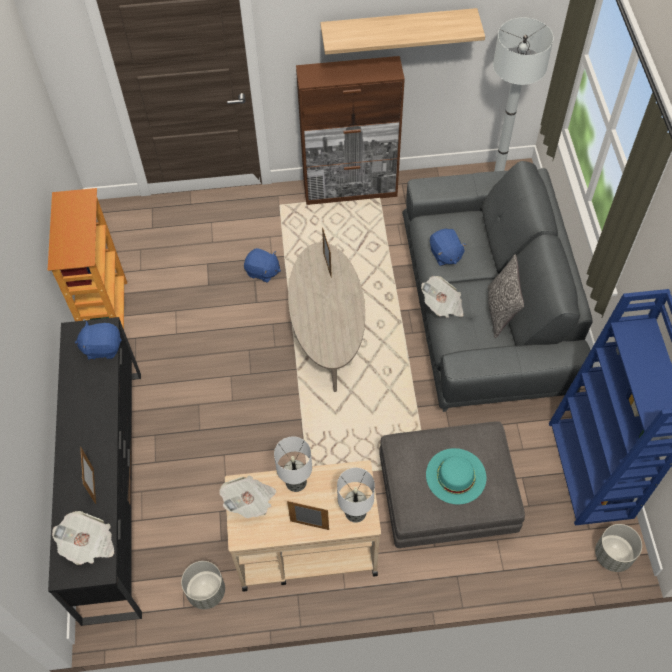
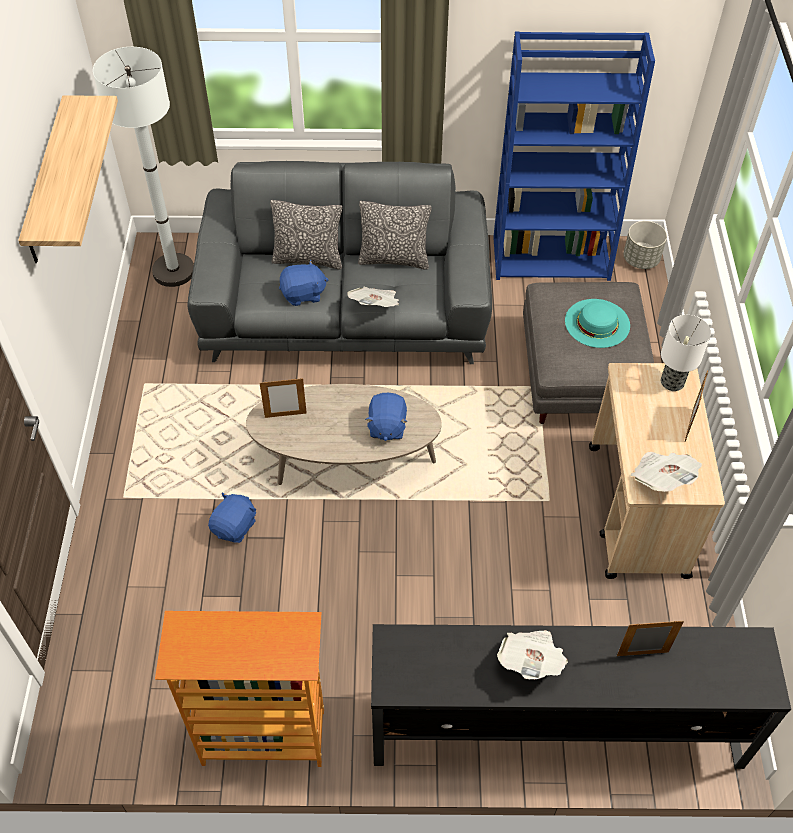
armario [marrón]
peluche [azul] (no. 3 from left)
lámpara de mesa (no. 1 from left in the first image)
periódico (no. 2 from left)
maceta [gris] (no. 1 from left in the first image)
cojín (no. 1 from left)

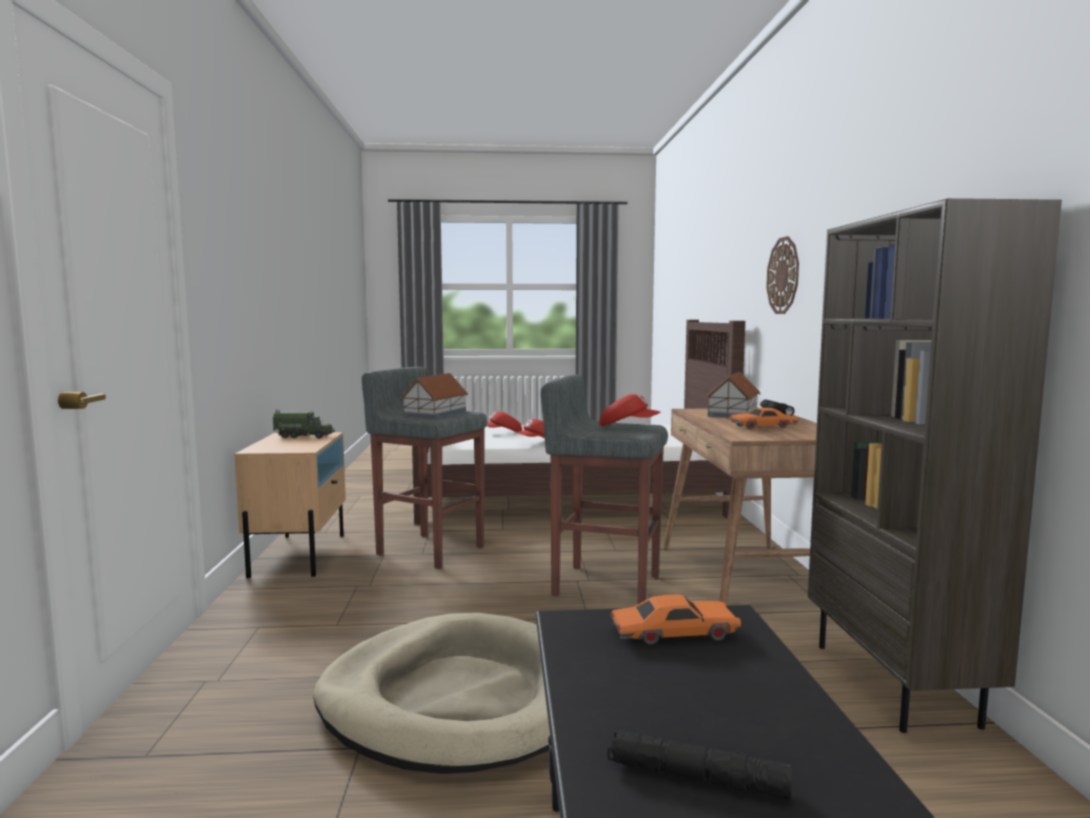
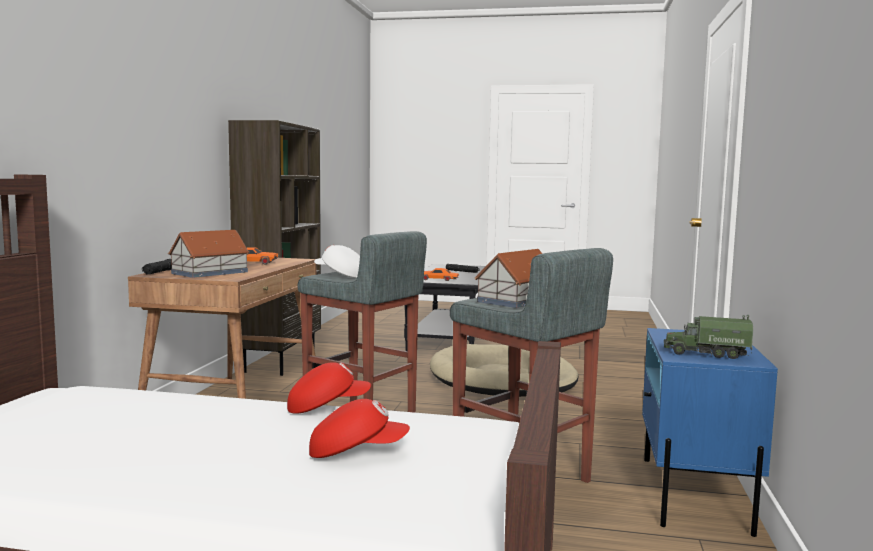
reloj de pared
gorra [blanco]
mesita de noche [azul]

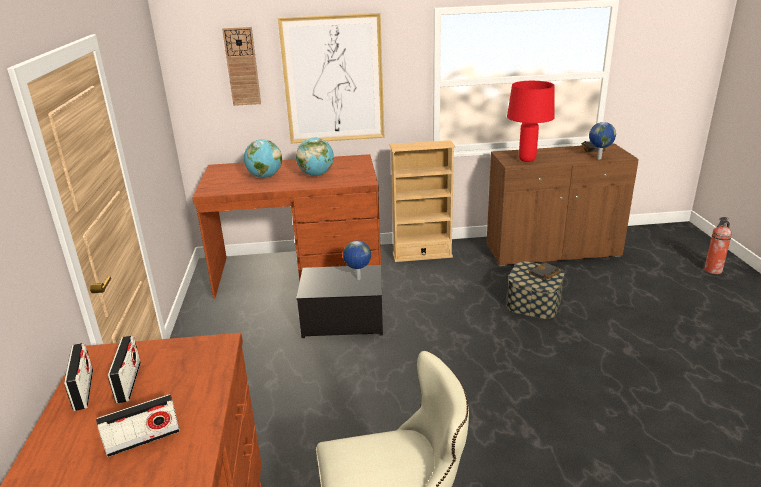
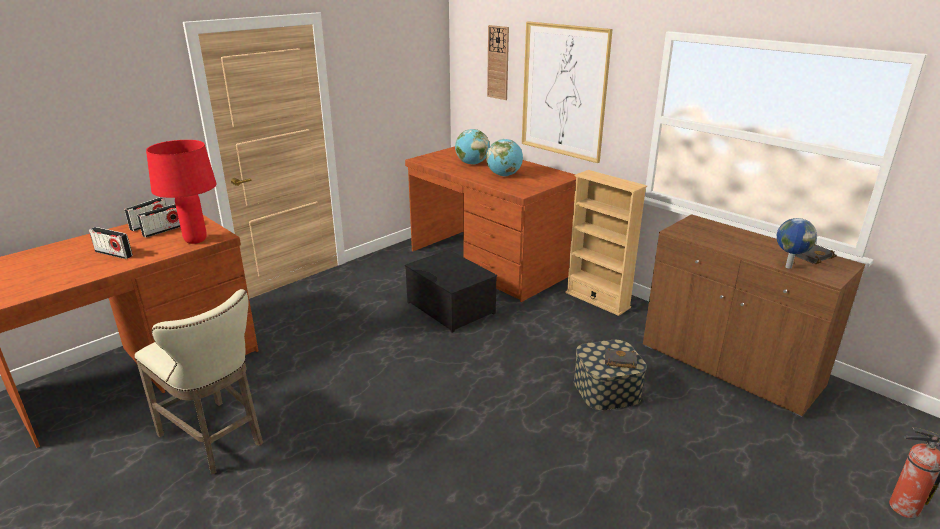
lámpara de mesa [rojo]
globo terráqueo (no. 3 from left in the first image)

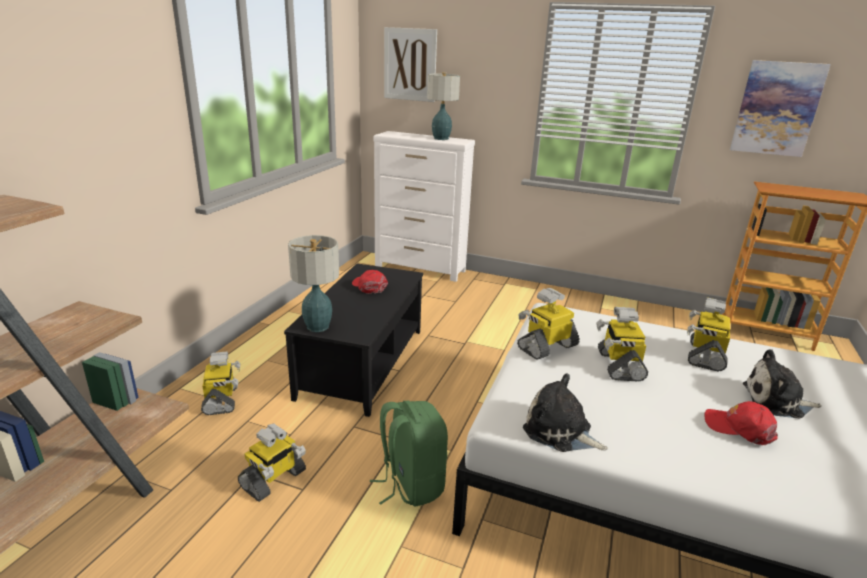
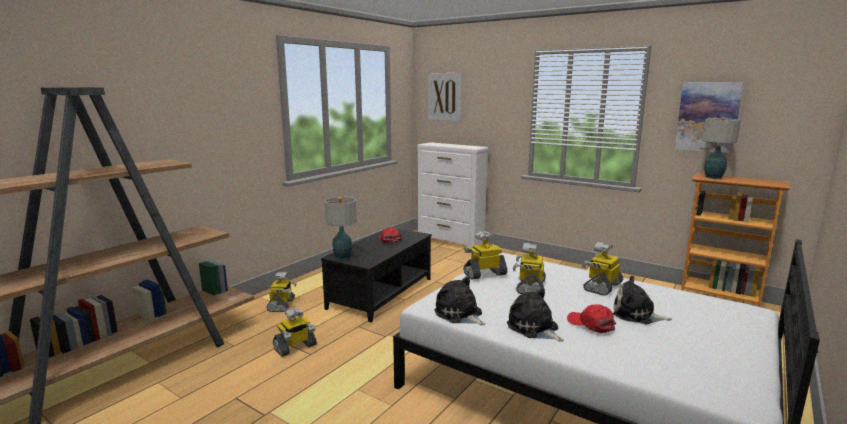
lámpara de mesa (no. 2 from left)
mochila [verde]
peluche (no. 2 from left)

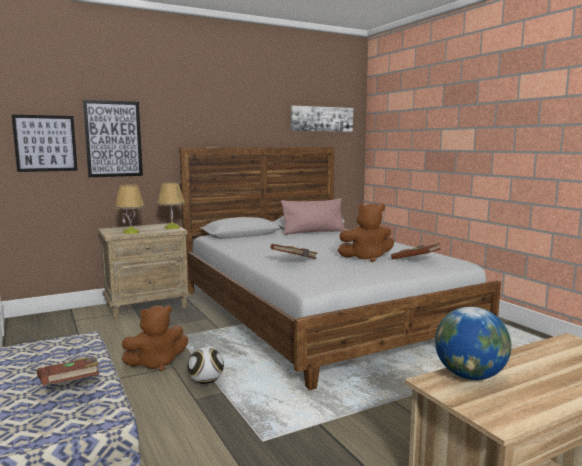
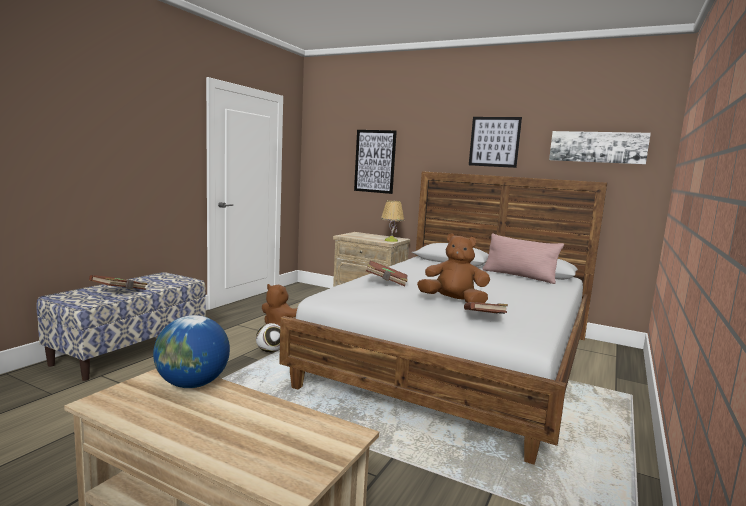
cuadro (no. 2 from left)
lámpara de mesa (no. 1 from left in the first image)
peluche [marrón] (no. 2 from left)

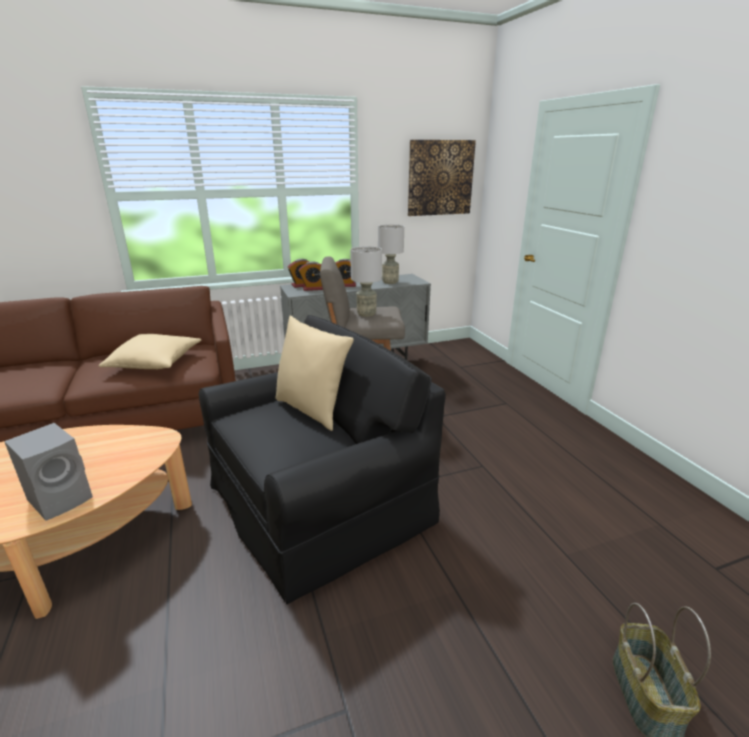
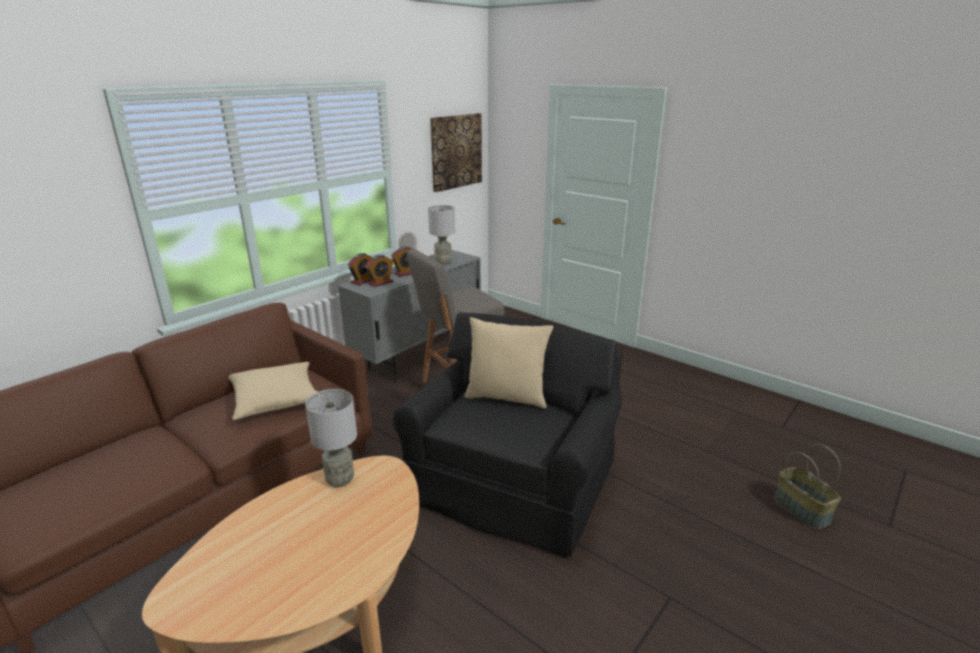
lámpara de mesa [gris] (no. 1 from left)
altavoz [gris]

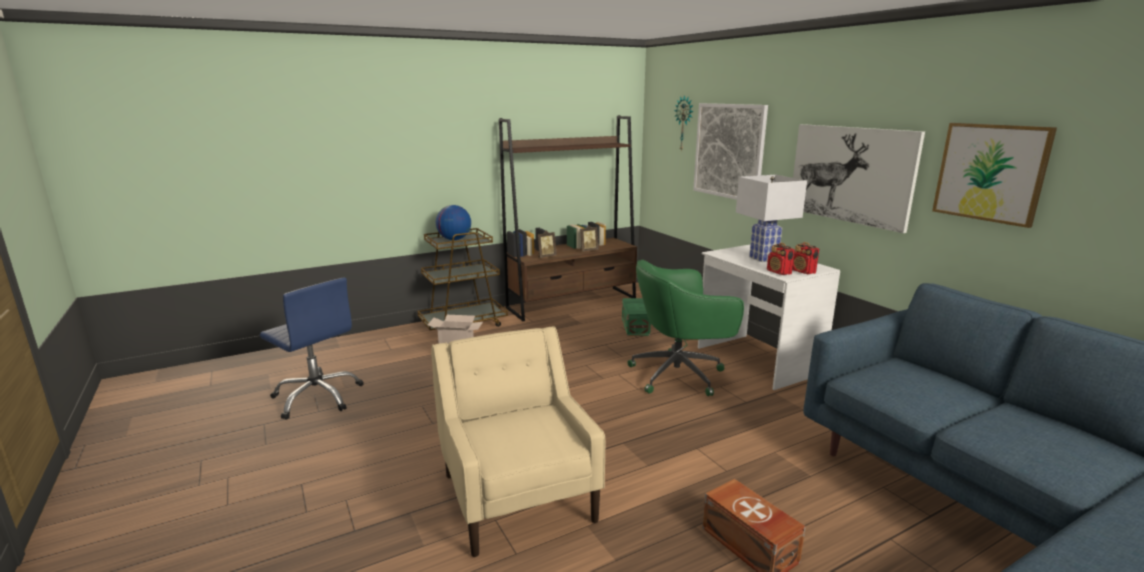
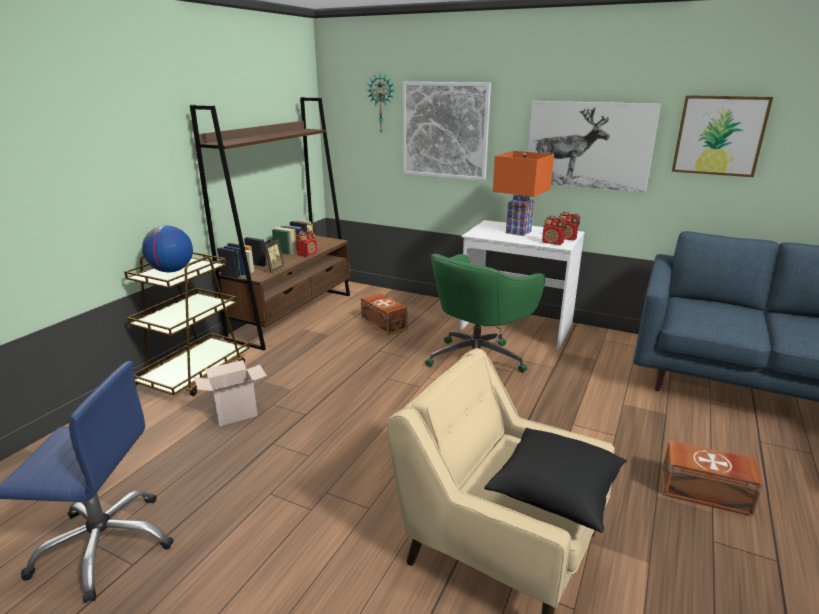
lámpara de mesa [naranja]
radio (no. 1 from left)
caja de almacenaje [marrón] (no. 1 from left)
cojín [negro]

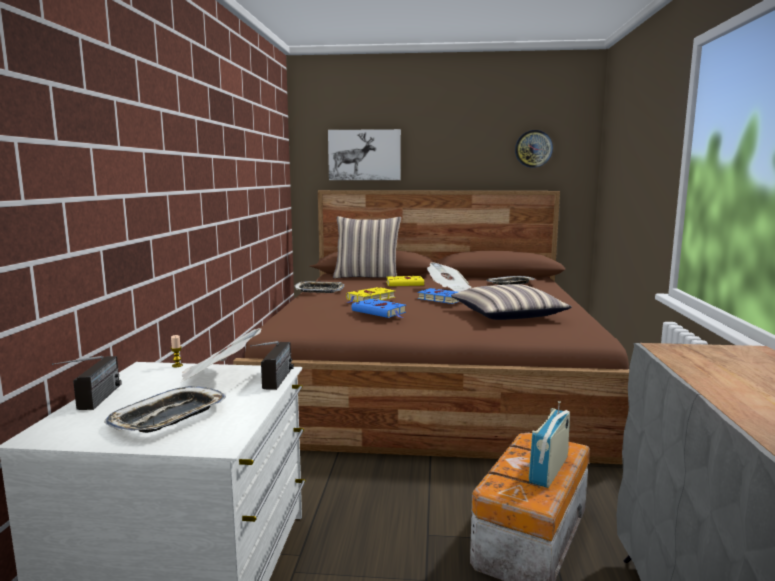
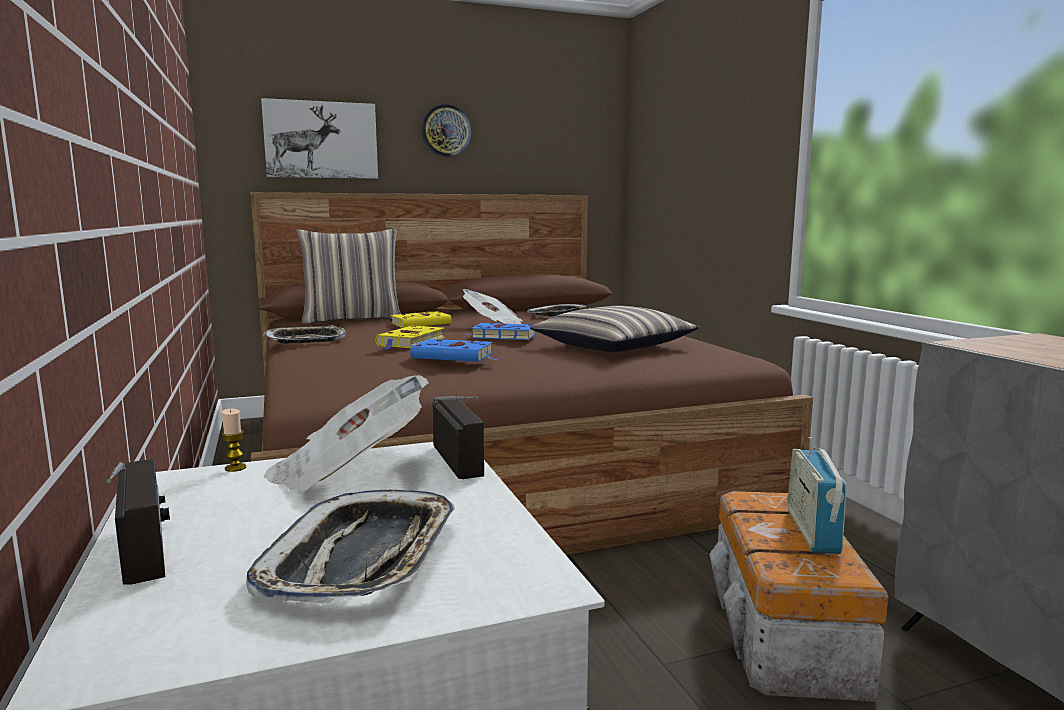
reloj de pared

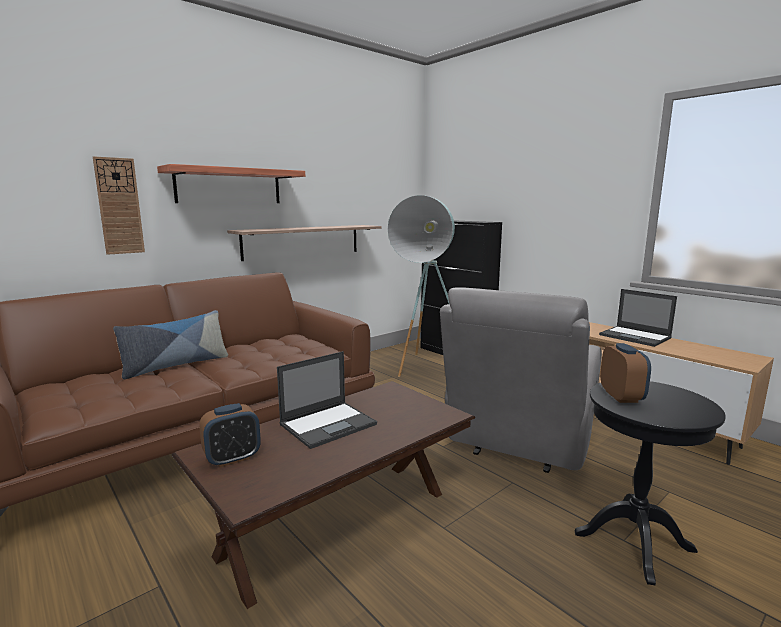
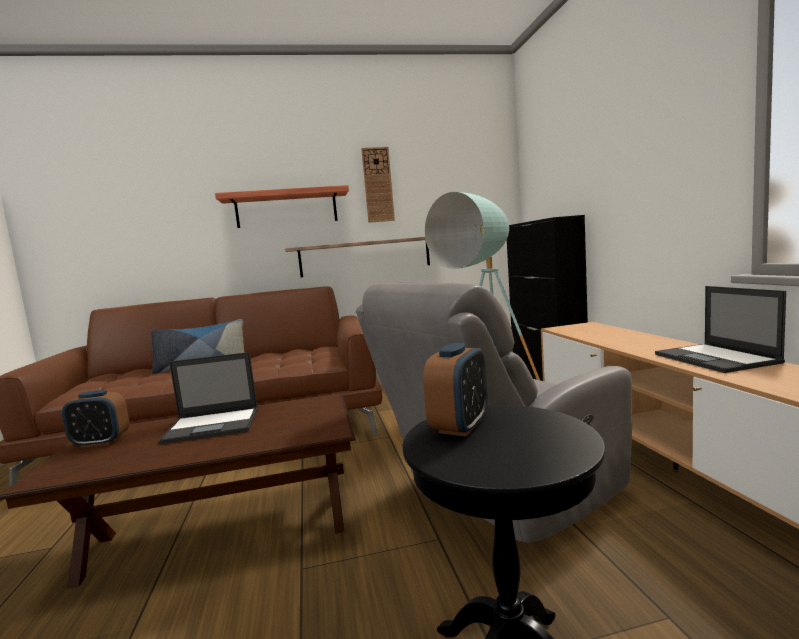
reloj de pared

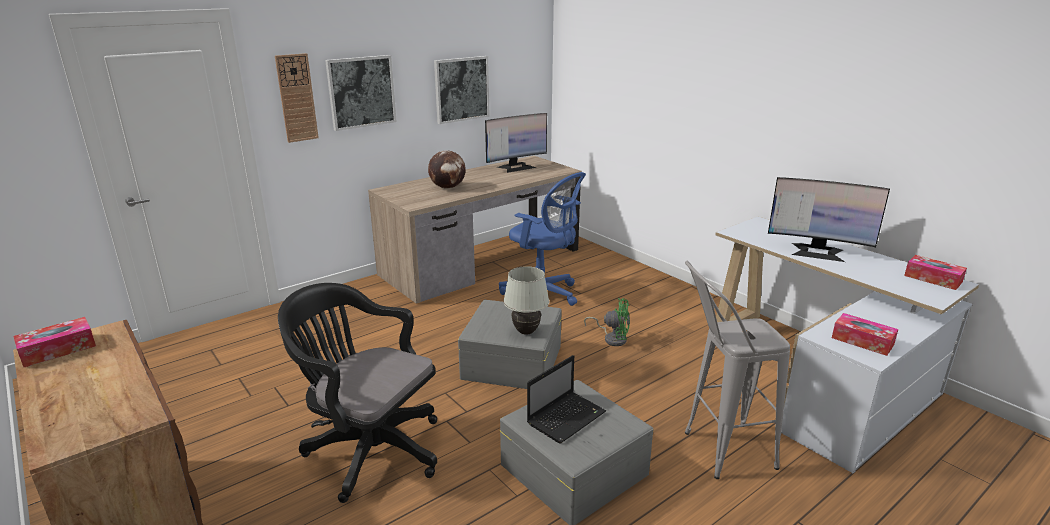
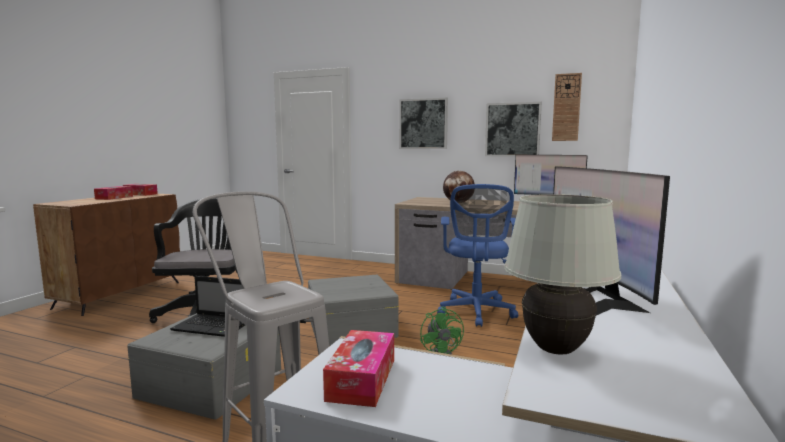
reloj de pared
caja de pañuelos (no. 1 from left)
lámpara de mesa [blanco]

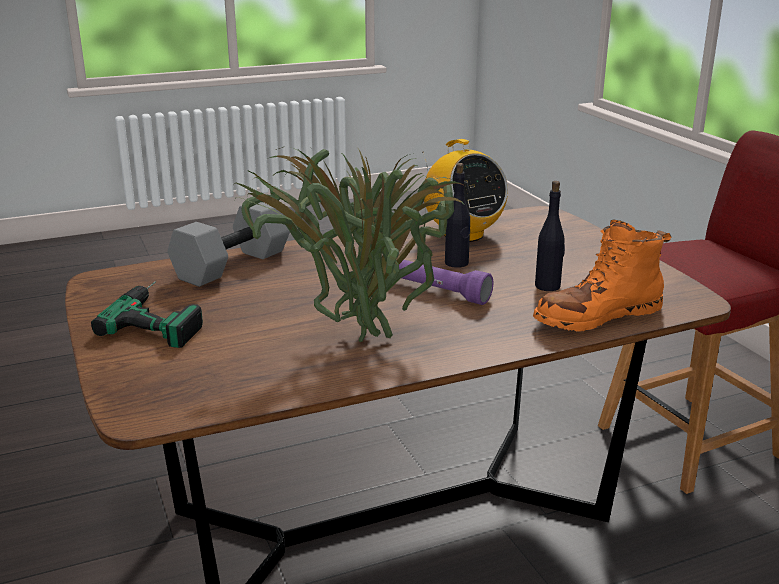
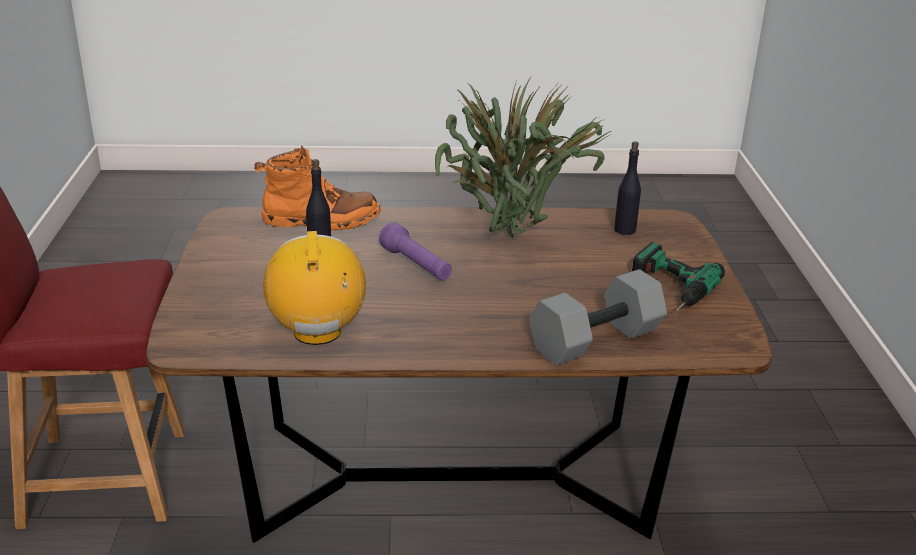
botella [negro] (no. 2 from left)

